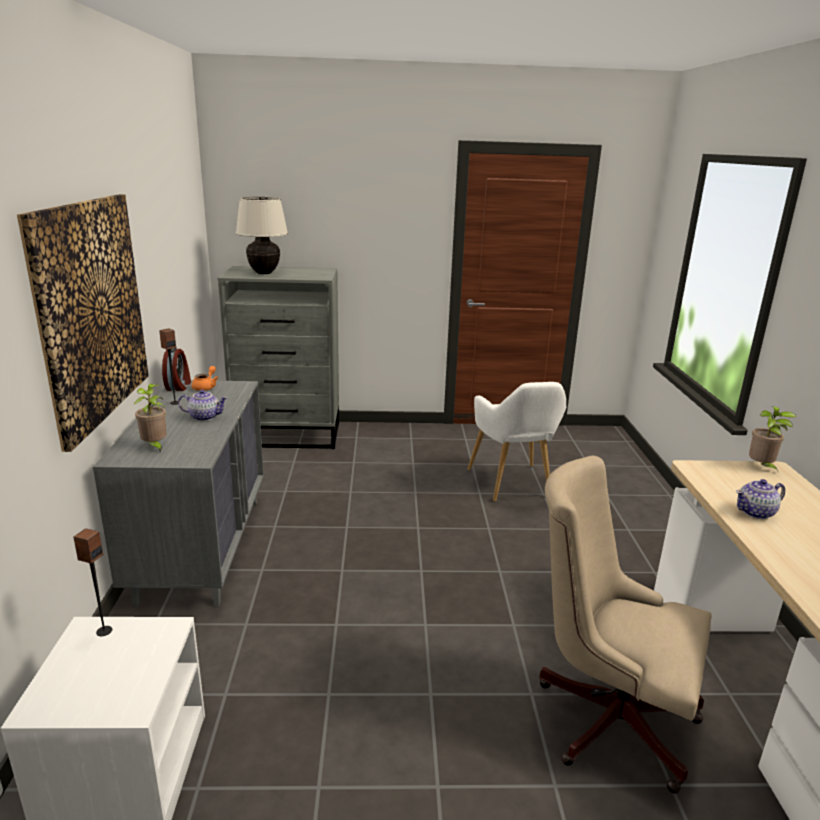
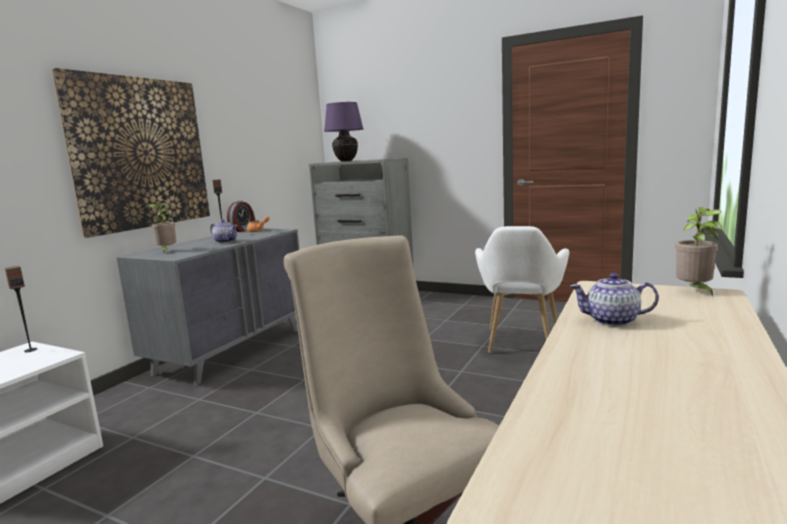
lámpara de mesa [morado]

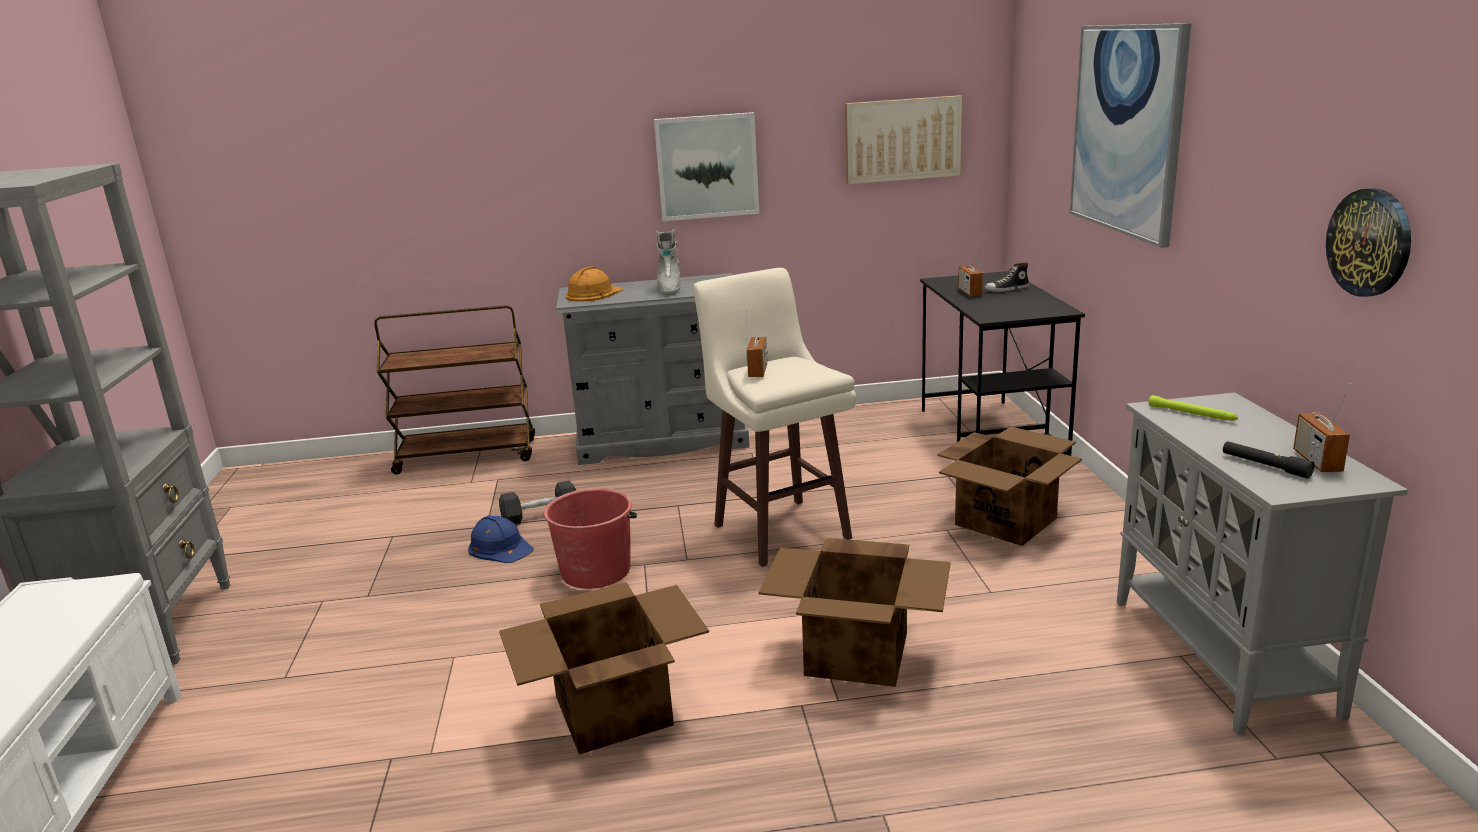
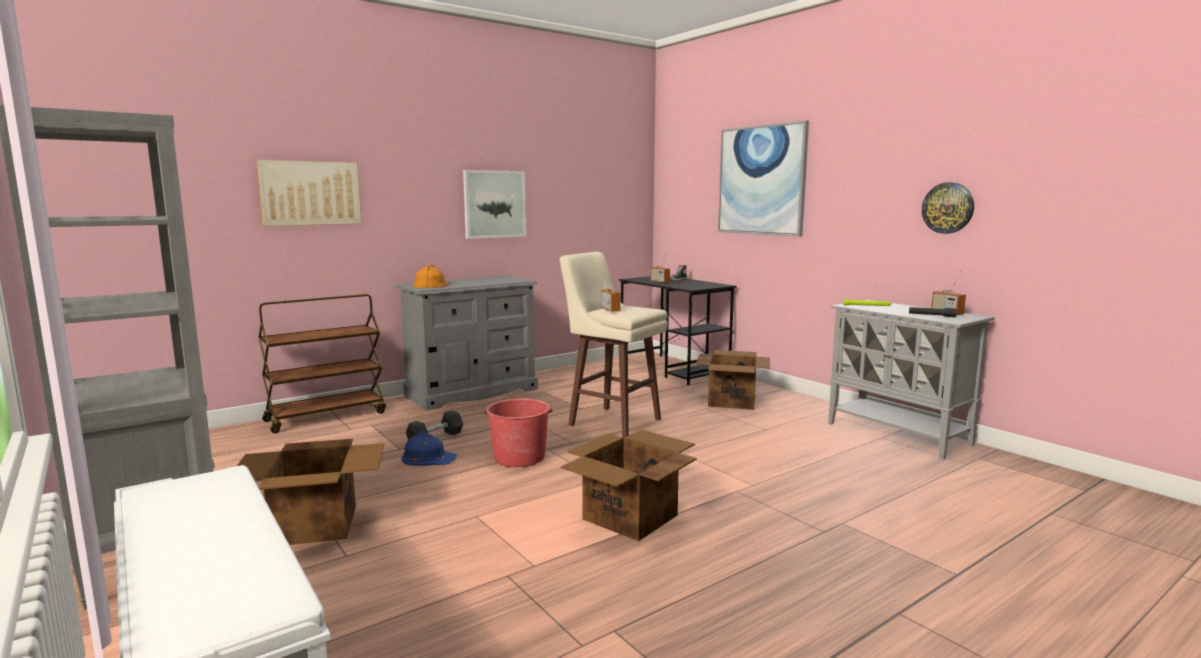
cuadro (no. 1 from left)
bota [gris]
caja de cartón (no. 1 from left)

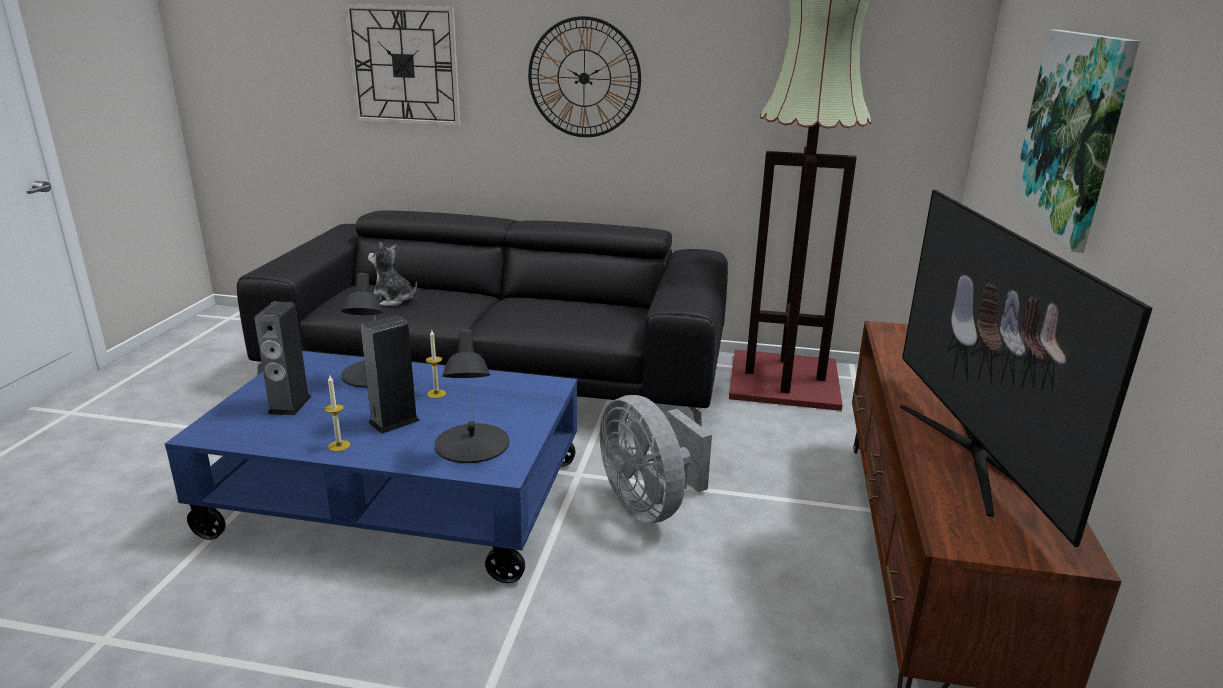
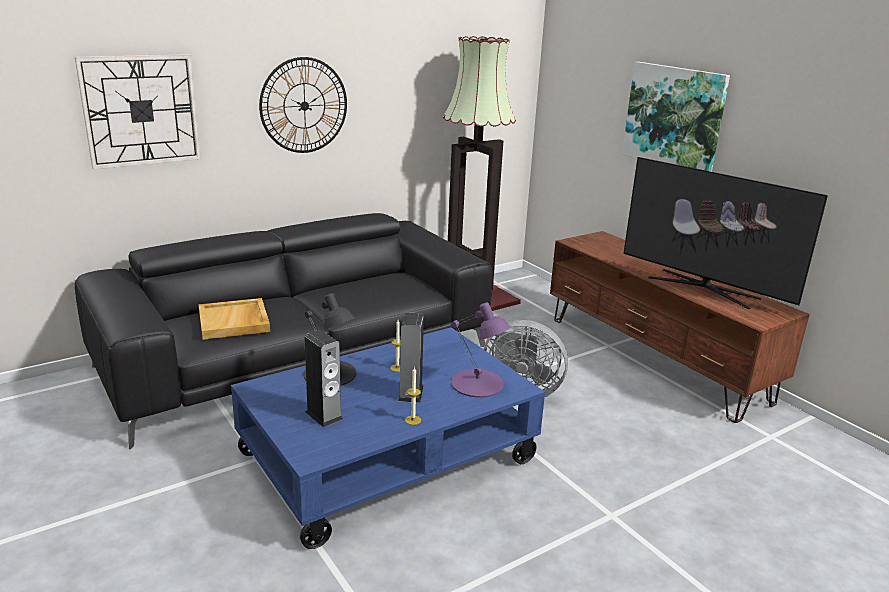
bandeja [beis]
lámpara de mesa [morado]

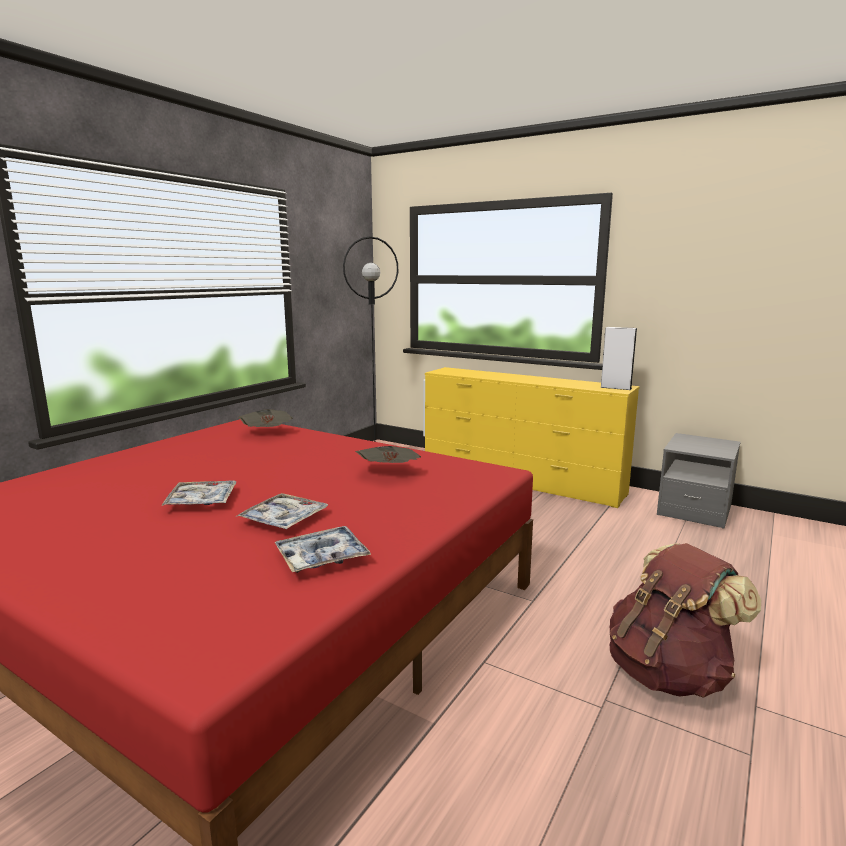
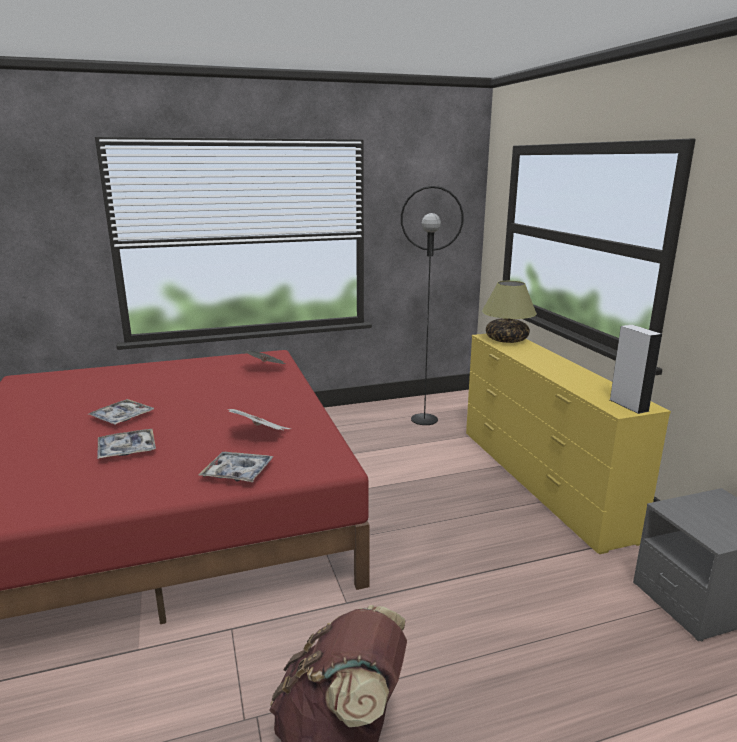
bandeja (no. 3 from left)
lámpara de mesa

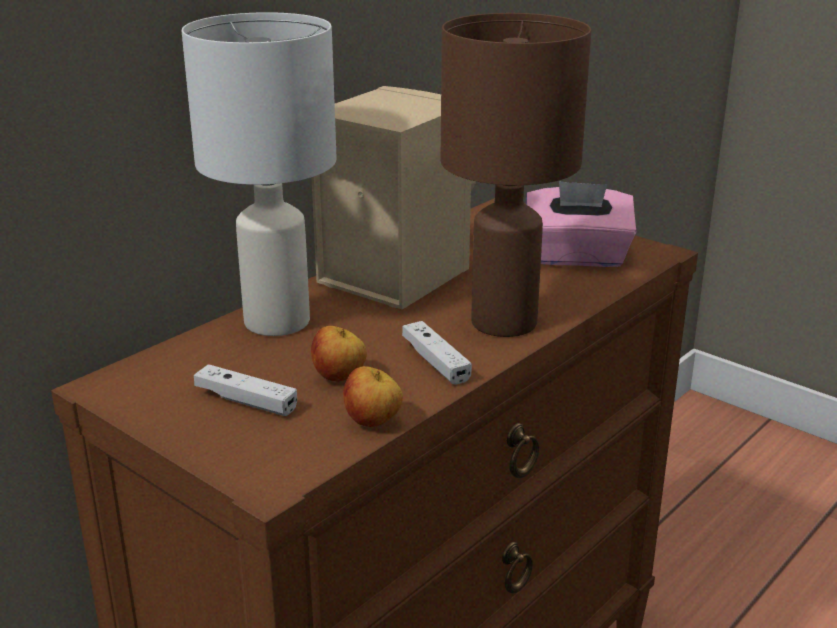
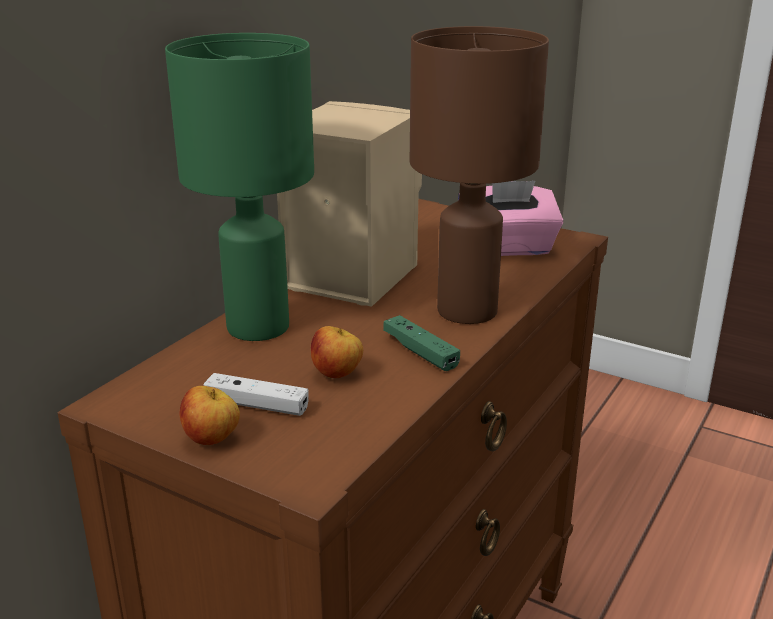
lámpara de mesa [verde]
mando de consola [verde]
manzana (no. 1 from left)

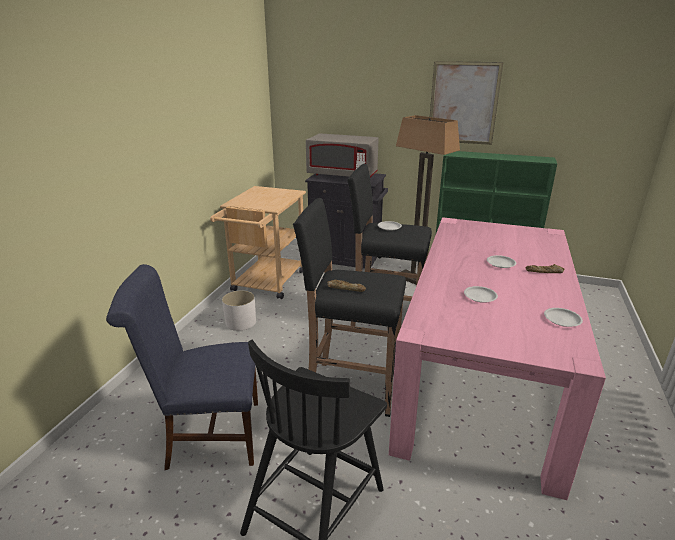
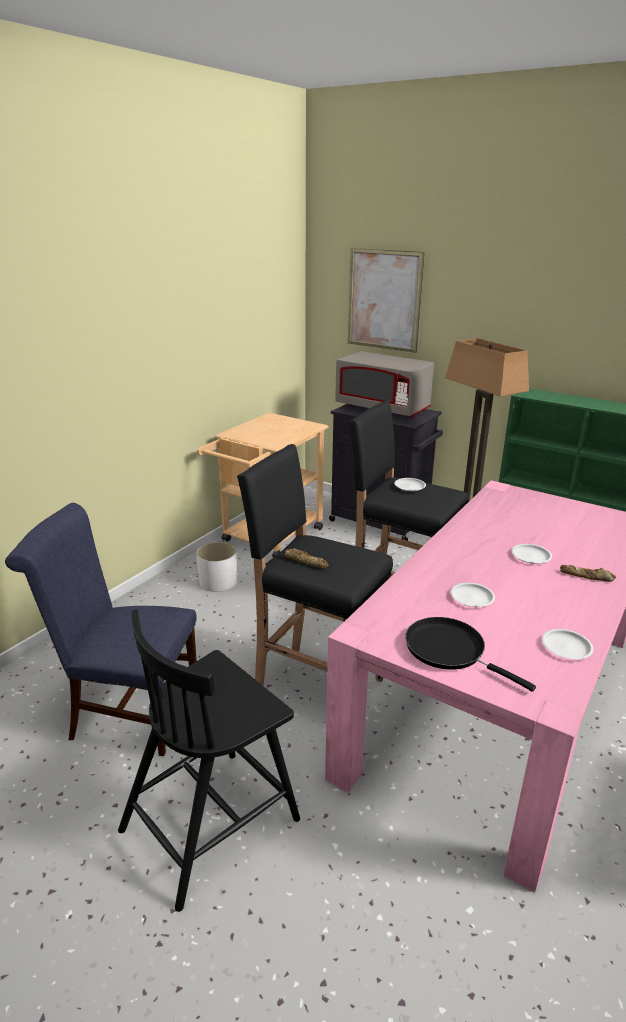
cuadro
sartén [negro]

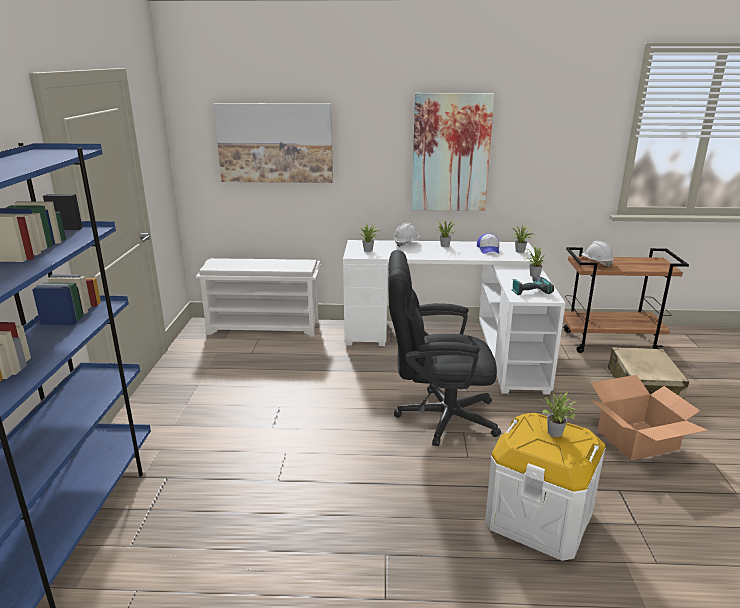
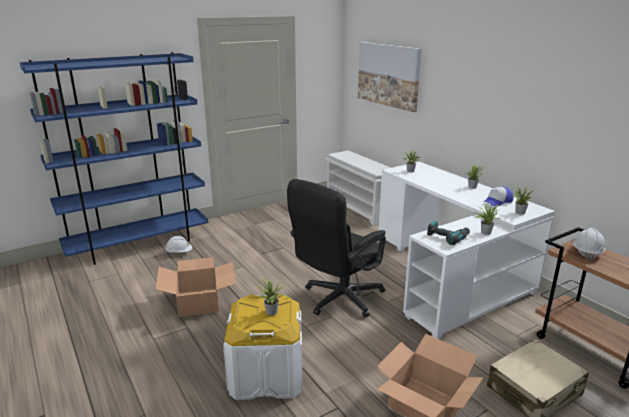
cuadro (no. 2 from left in the first image)
casco [blanco] (no. 1 from left)
silla de oficina [negro]
caja de cartón (no. 1 from left)

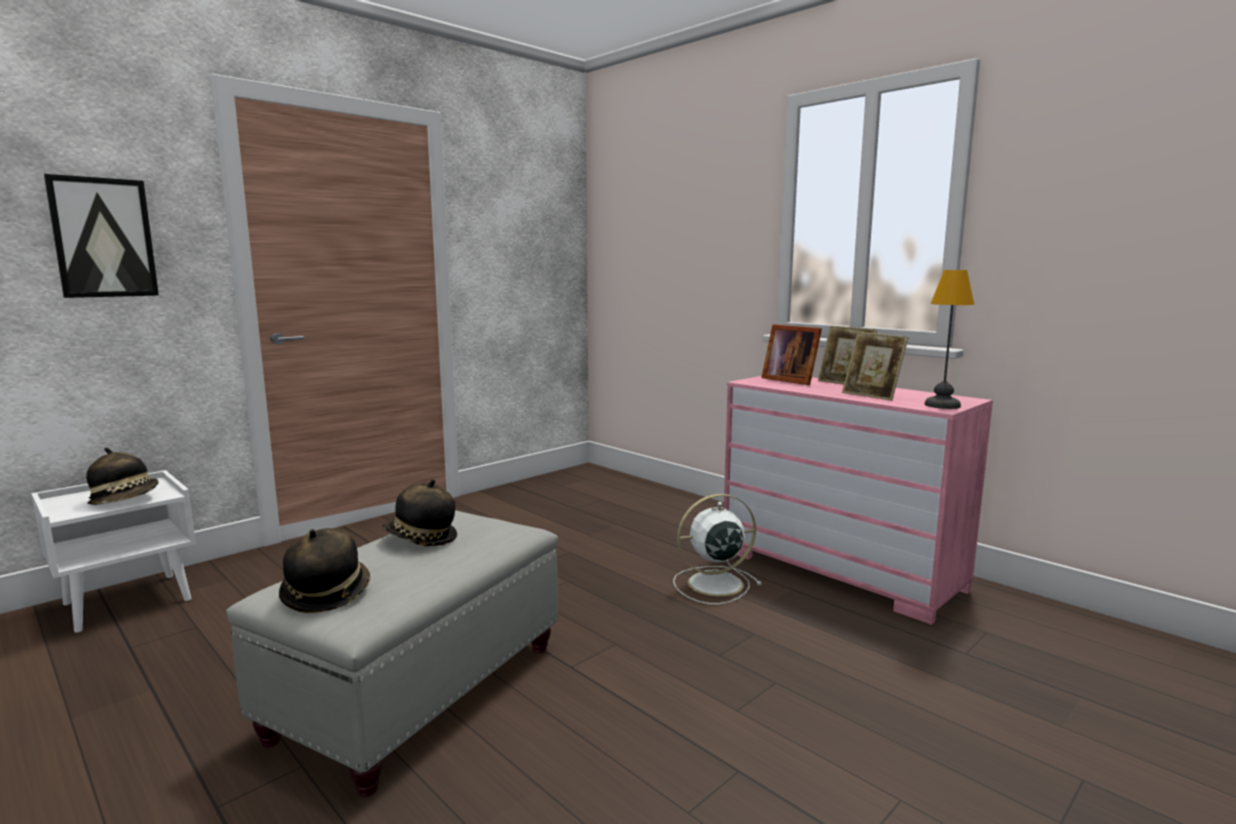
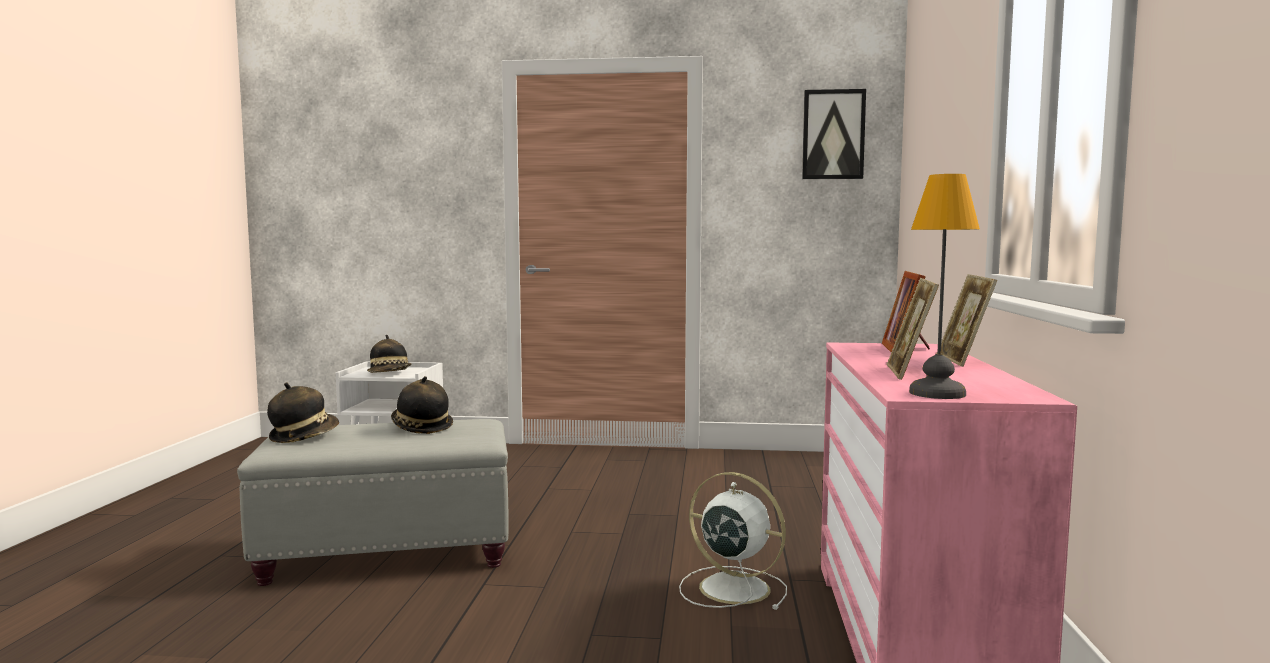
cuadro

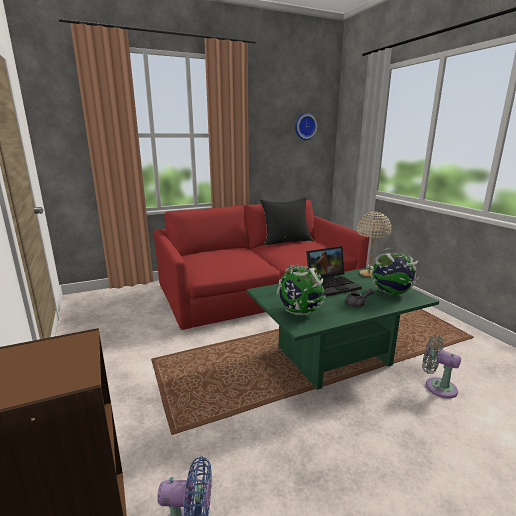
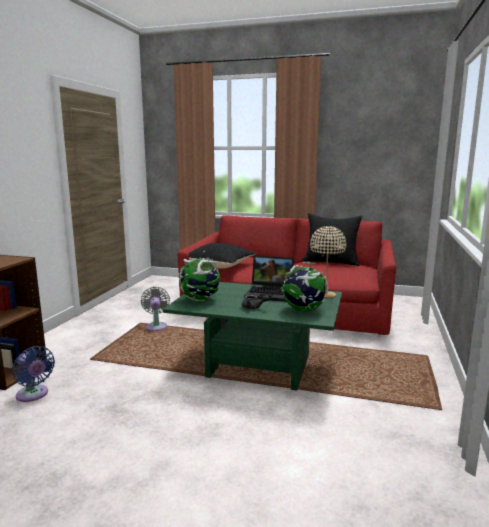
reloj de pared
ventilador [gris]
cojín [negro] (no. 1 from left)

